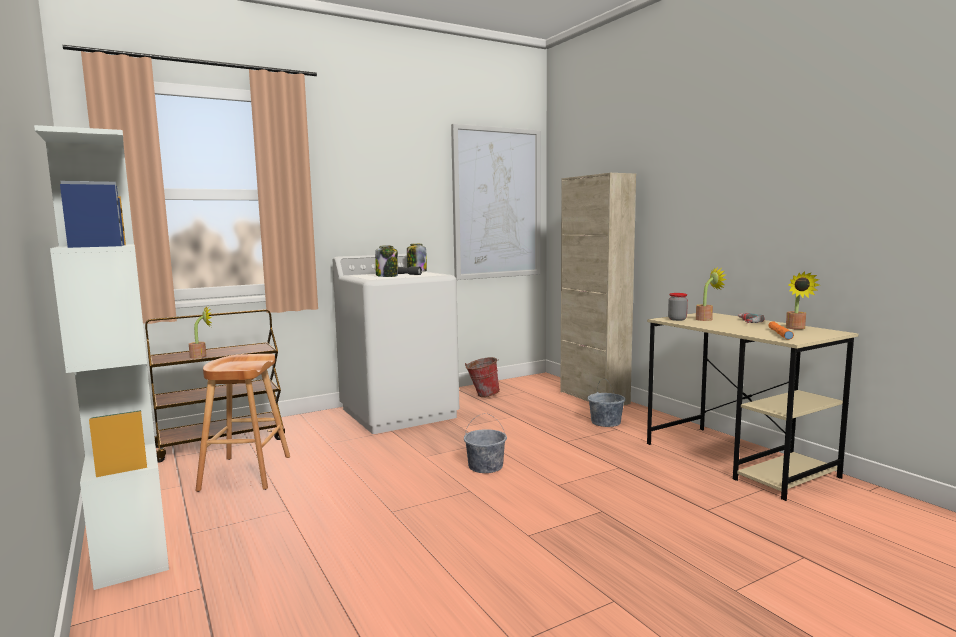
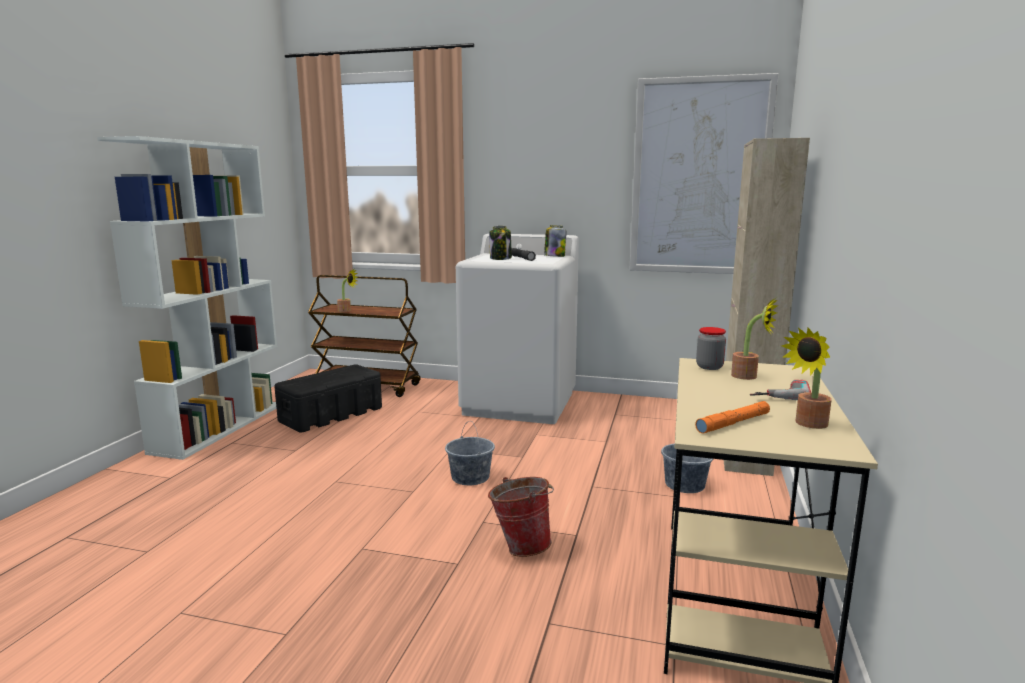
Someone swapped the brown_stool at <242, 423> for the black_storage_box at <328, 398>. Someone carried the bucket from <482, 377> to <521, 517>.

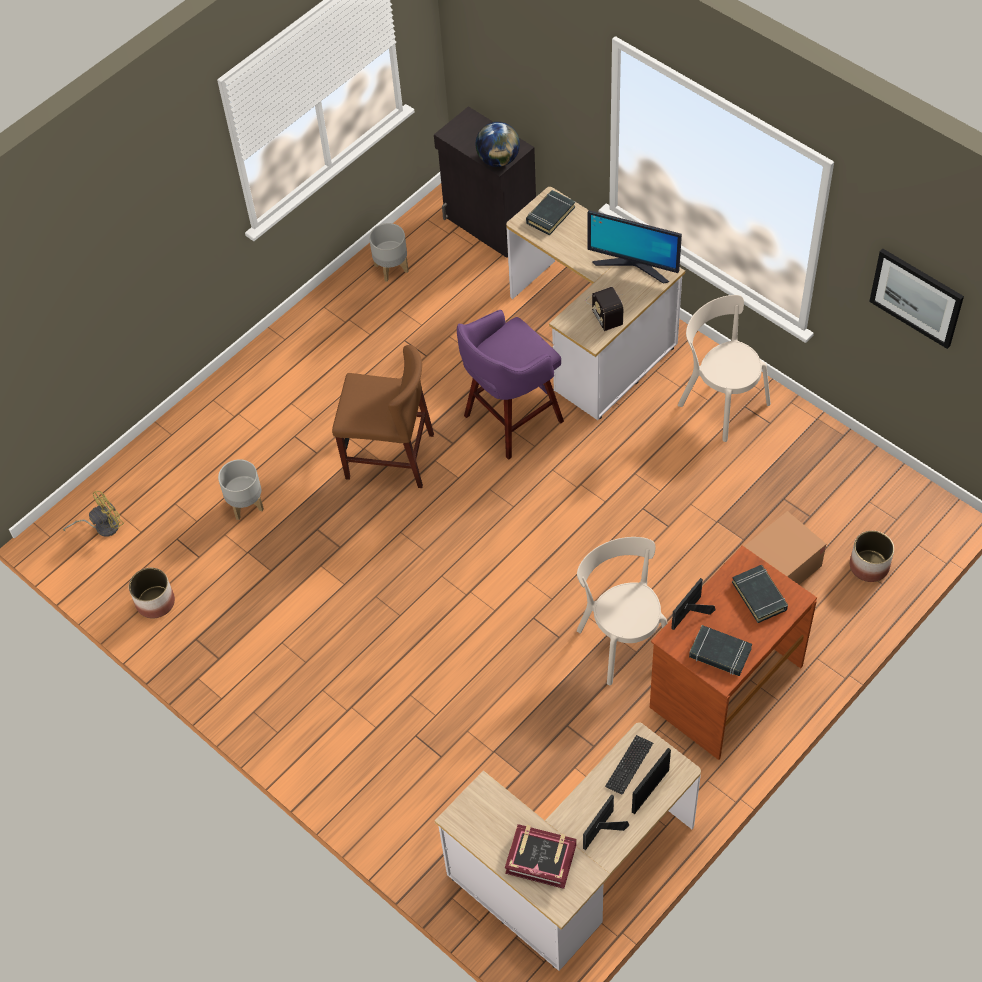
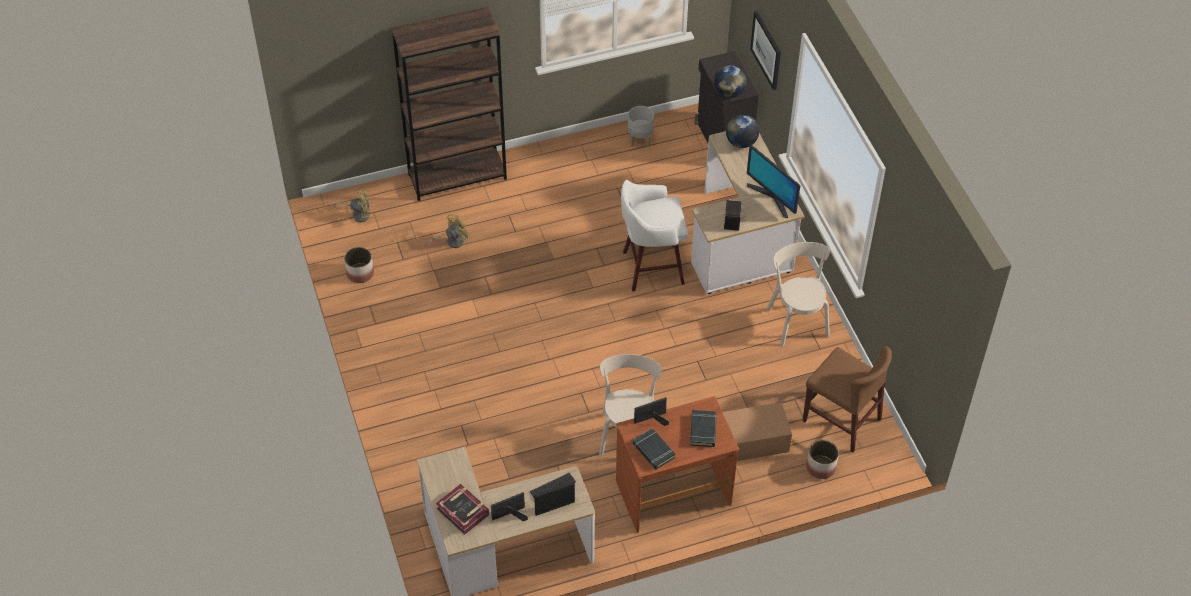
Someone swapped the grey_planter at <241, 489> for the yellow_fan at <448, 231>. Someone carried the brown_chair from <383, 416> to <847, 399>. Someone repainted the purple_stool at <510, 385>, which became the white_stool at <654, 235>. Someone swapped the black_book at <550, 212> for the globe at <742, 131>. Someone carried the picture from <916, 299> to <765, 50>. Someone put down the brown_bookcase at <449, 104>.

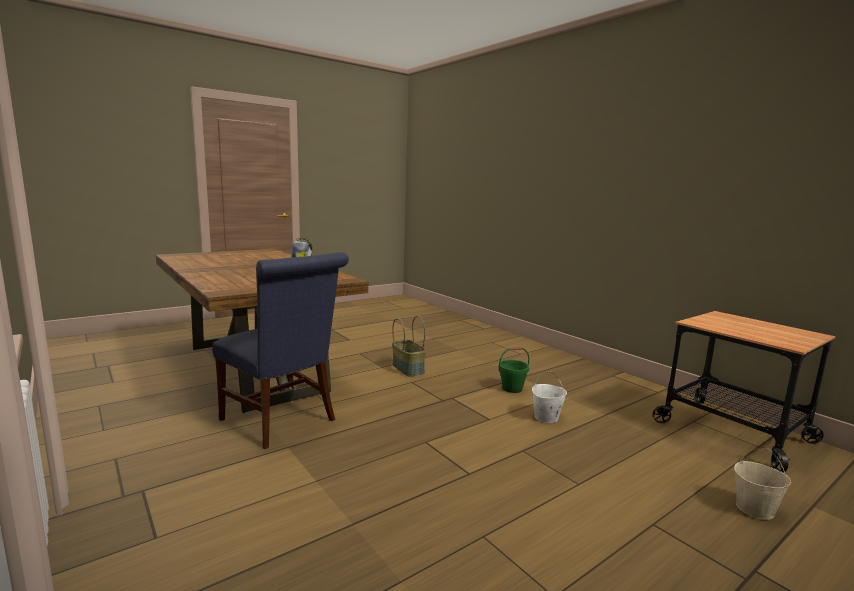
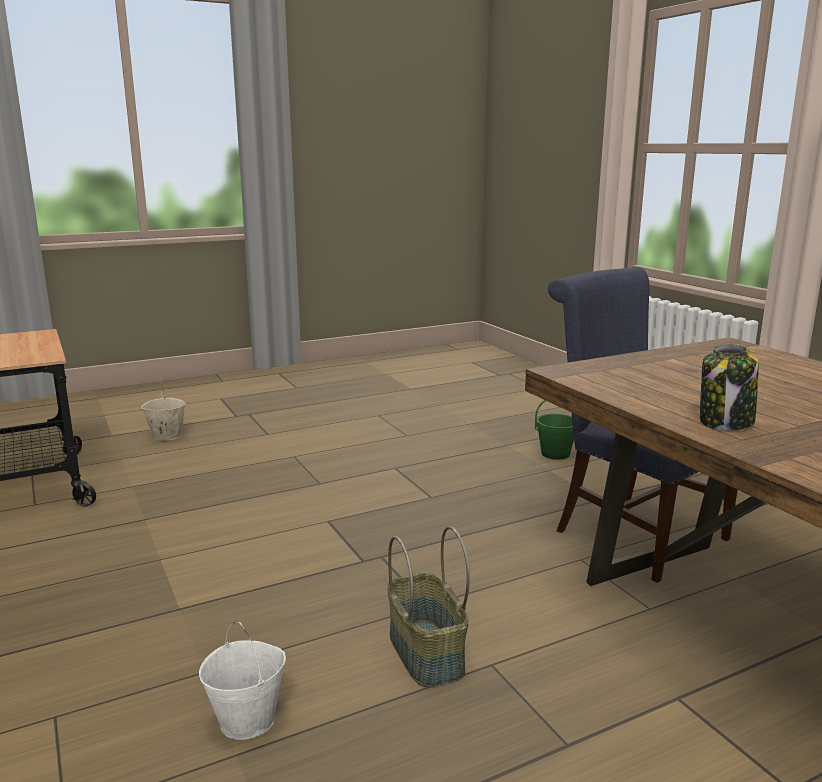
Someone carried the green_bucket from <514, 370> to <554, 430>. Someone carried the white_bucket from <549, 397> to <242, 681>.

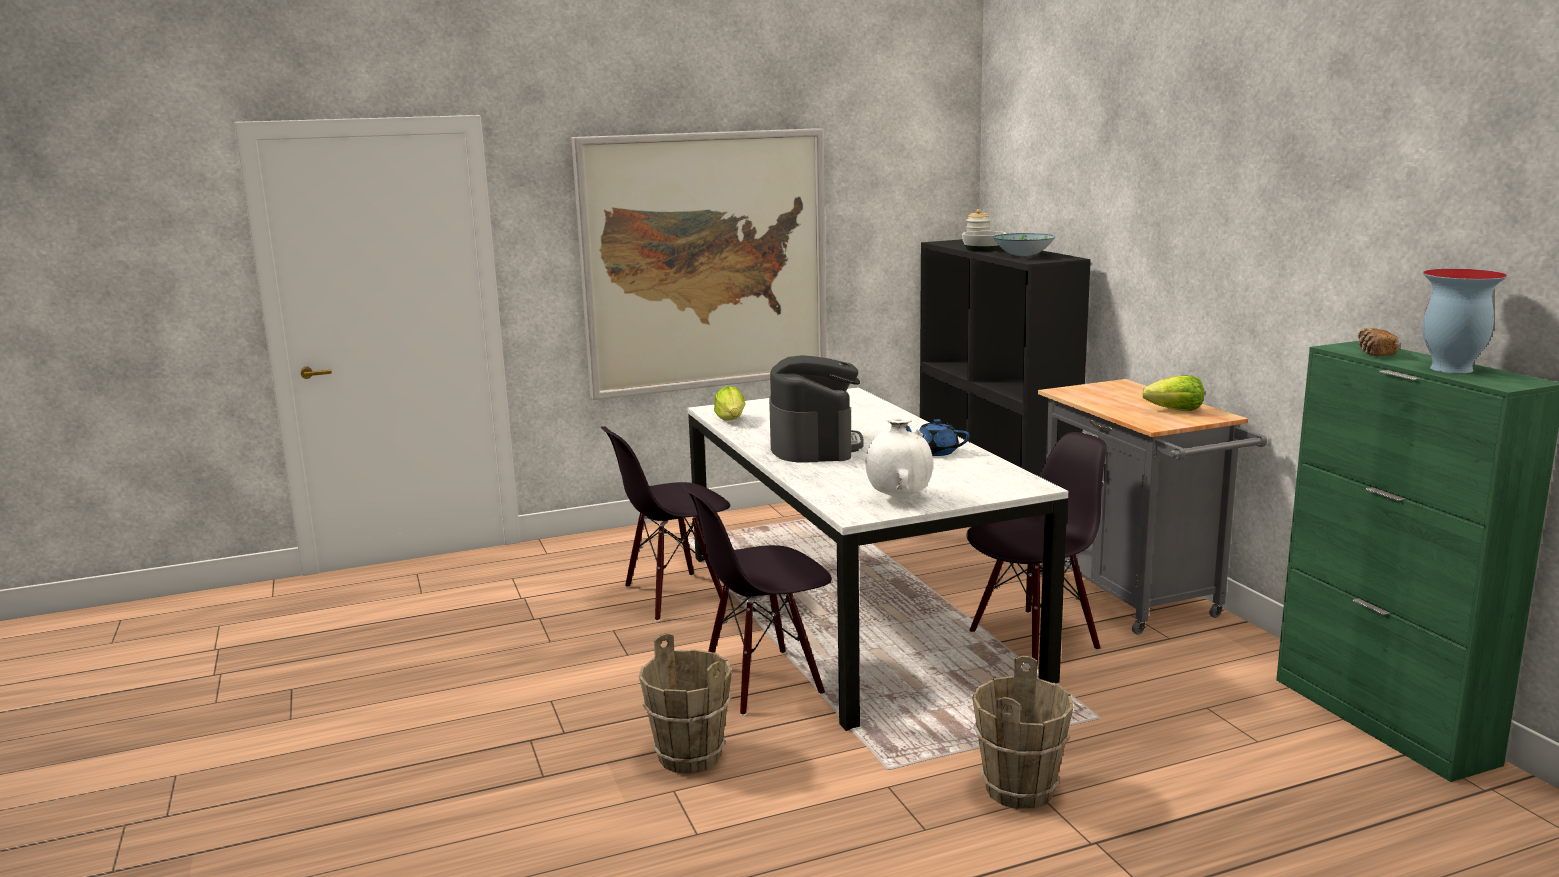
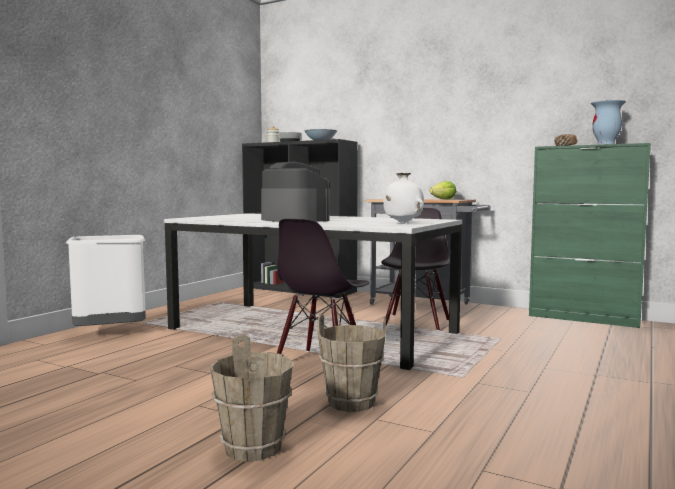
Someone took away the picture at <699, 264>. Someone took away the black_chair at <665, 523>. Someone took away the lettuce at <729, 403>. Someone took away the blue_teapot at <937, 437>. Someone carried the brown_bucket from <1023, 732> to <251, 398>. Someone put down the white_trash_can at <106, 280>.

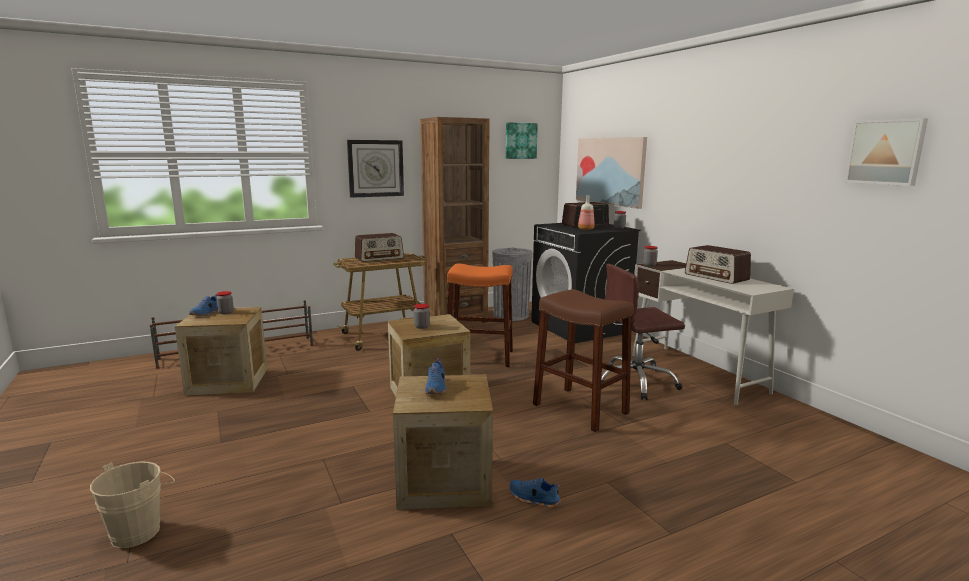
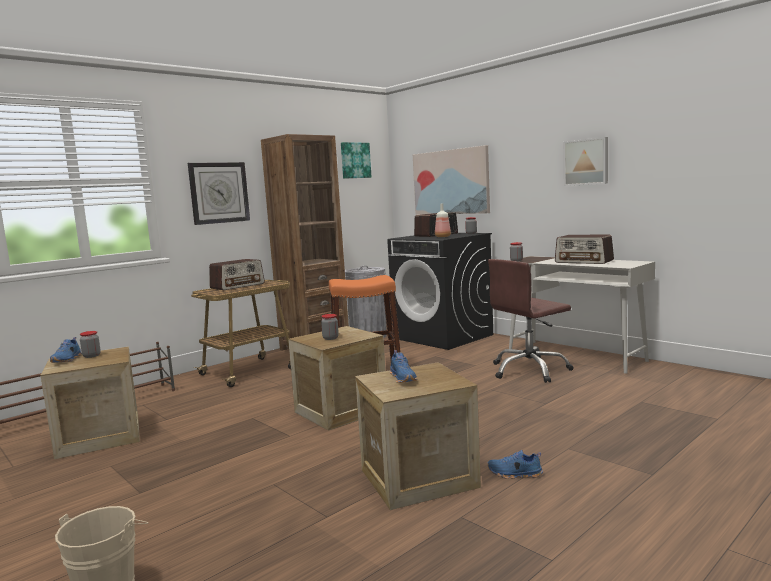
Someone took away the brown_stool at <583, 360>. Someone carried the picture from <886, 152> to <586, 161>.

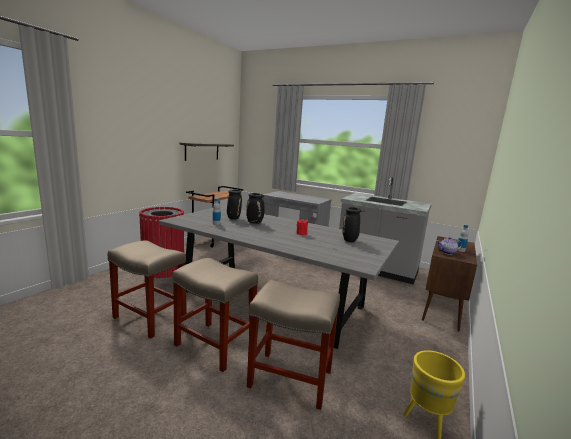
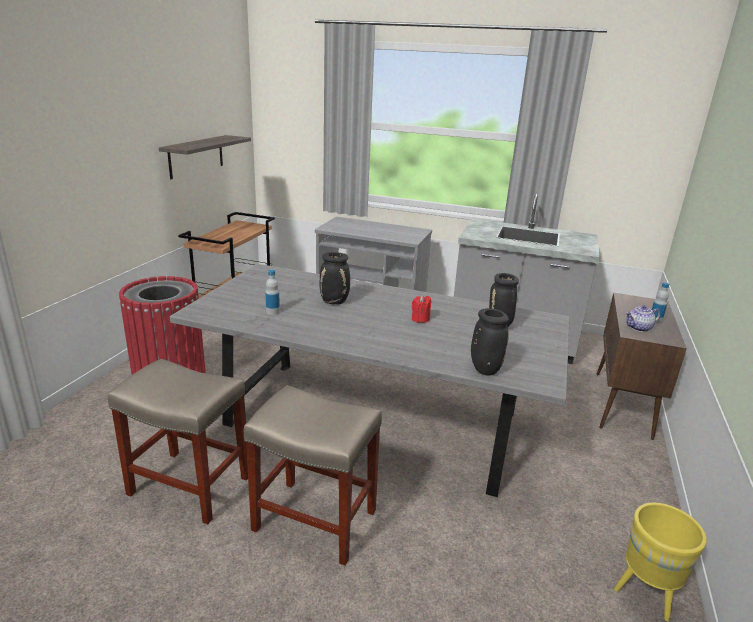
Someone carried the black_vase from <234, 204> to <490, 342>. Someone took away the beige_stool at <293, 345>.

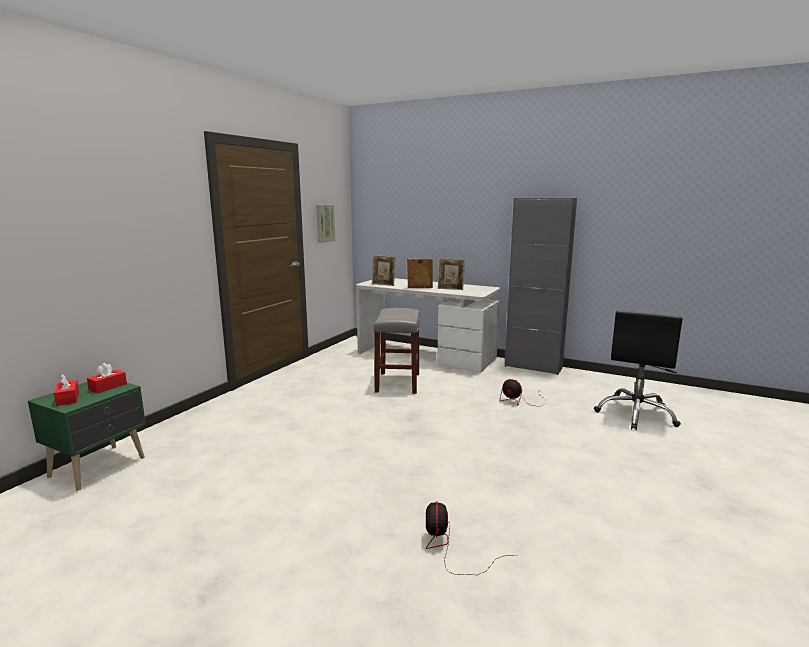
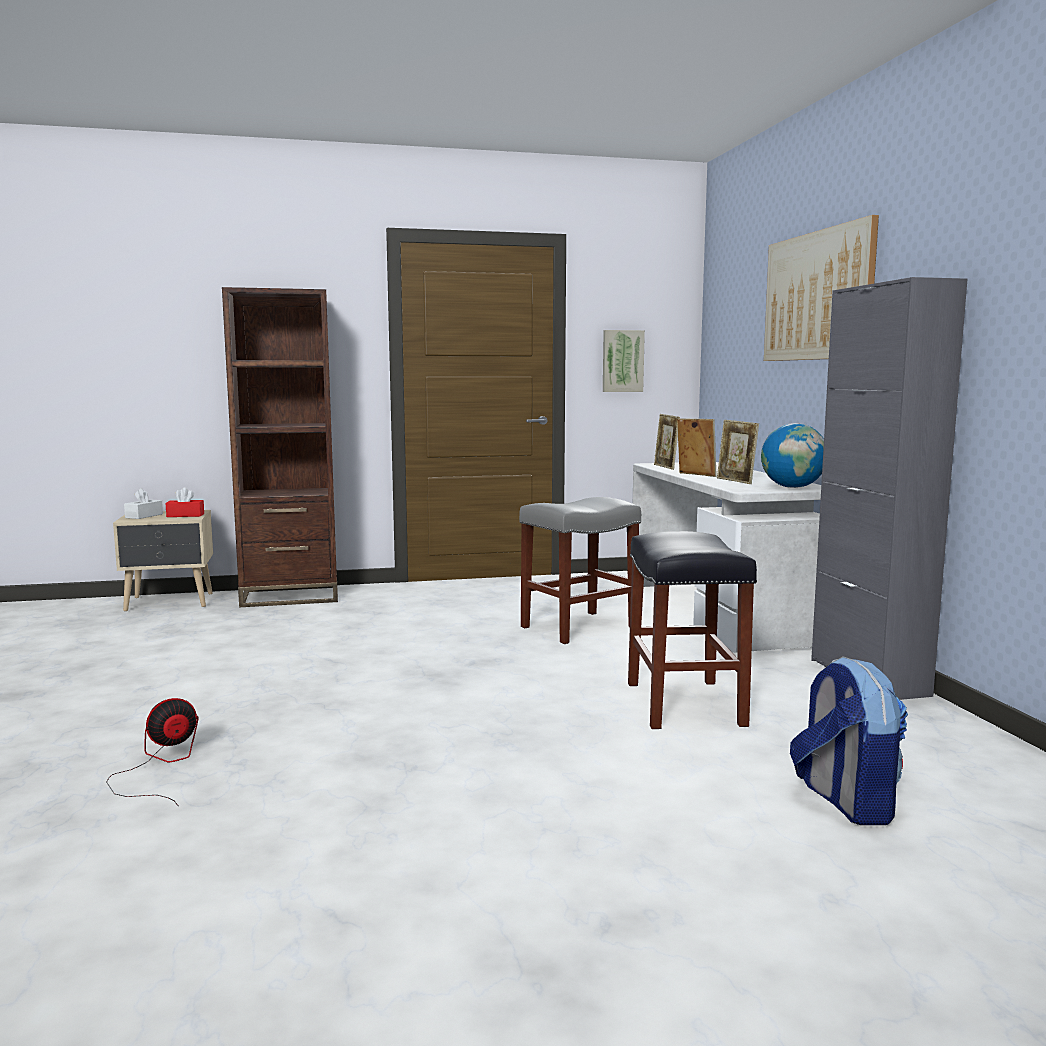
Someone repainted the green_nightstand at <87, 436>, which became the beige_nightstand at <163, 560>. Someone repainted the red_tissue_box at <66, 390>, which became the white_tissue_box at <143, 503>. Someone swapped the fan at <523, 392> for the black_stool at <692, 630>. Someone swapped the black_office_chair at <638, 370> for the backpack at <849, 740>. Someone put down the brown_bookcase at <280, 447>. Someone put down the globe at <792, 455>. Someone put up the picture at <821, 288>.

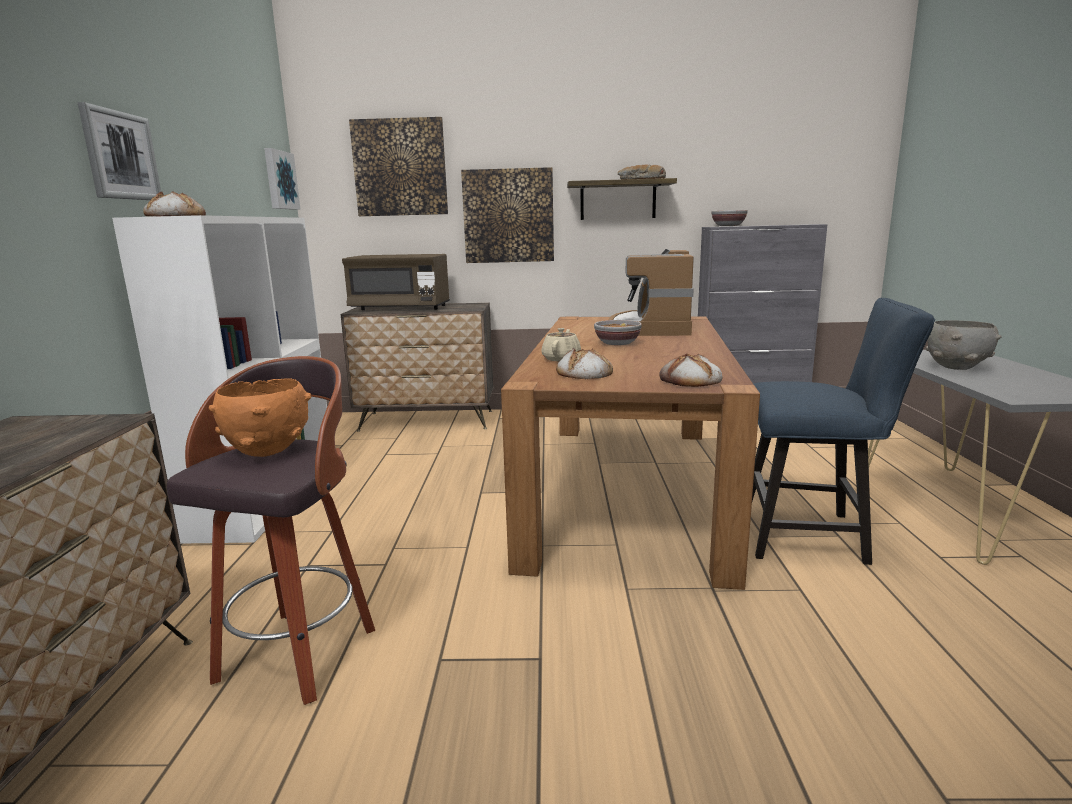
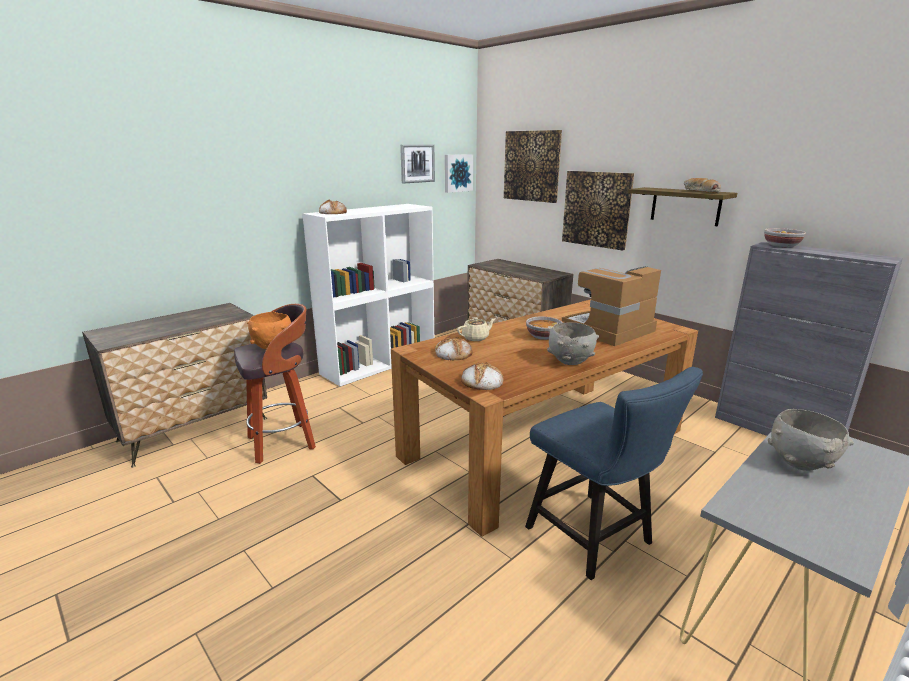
Someone carried the picture from <119, 151> to <417, 164>. Someone took away the brown_microwave at <396, 282>. Someone put down the grey_bowl at <573, 344>.

